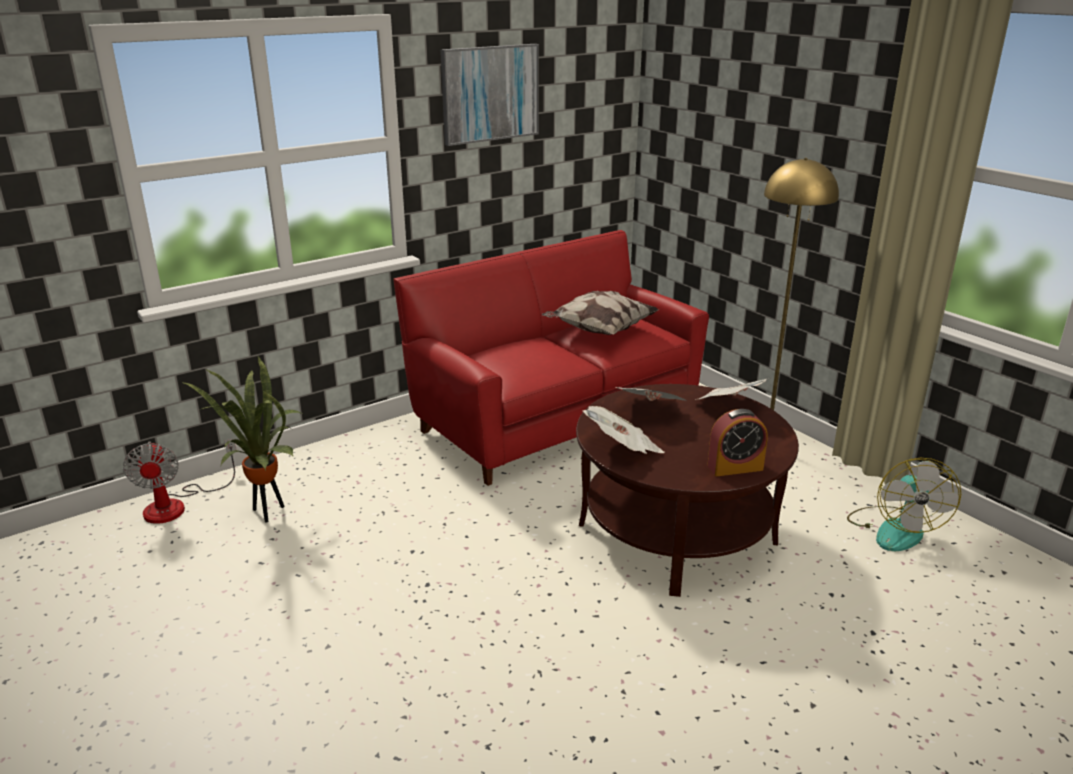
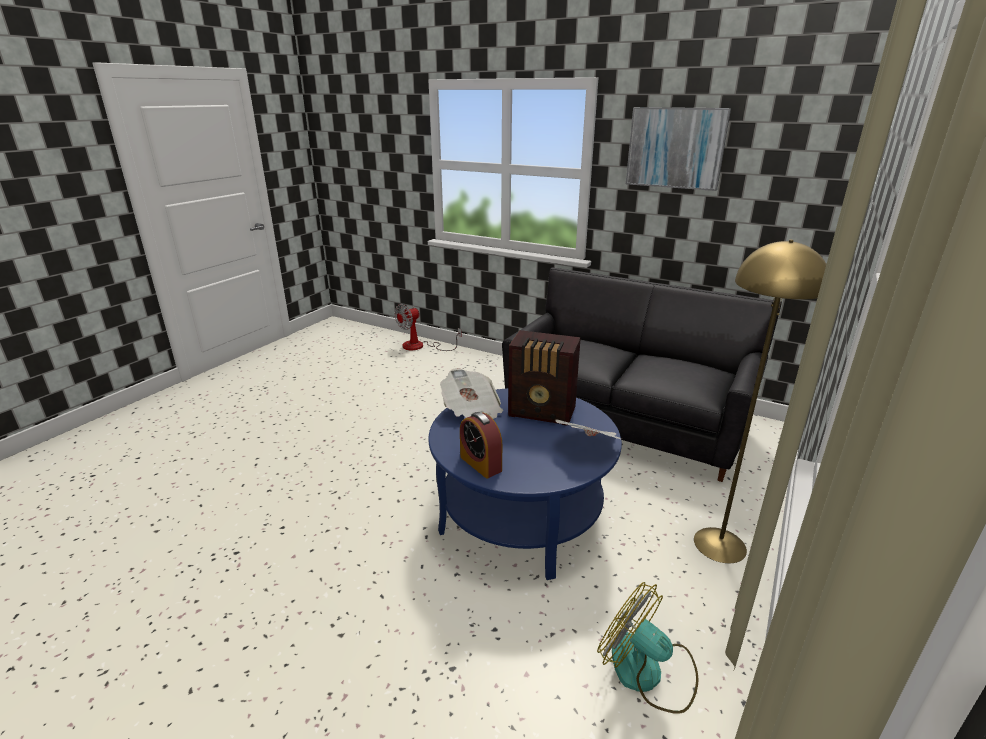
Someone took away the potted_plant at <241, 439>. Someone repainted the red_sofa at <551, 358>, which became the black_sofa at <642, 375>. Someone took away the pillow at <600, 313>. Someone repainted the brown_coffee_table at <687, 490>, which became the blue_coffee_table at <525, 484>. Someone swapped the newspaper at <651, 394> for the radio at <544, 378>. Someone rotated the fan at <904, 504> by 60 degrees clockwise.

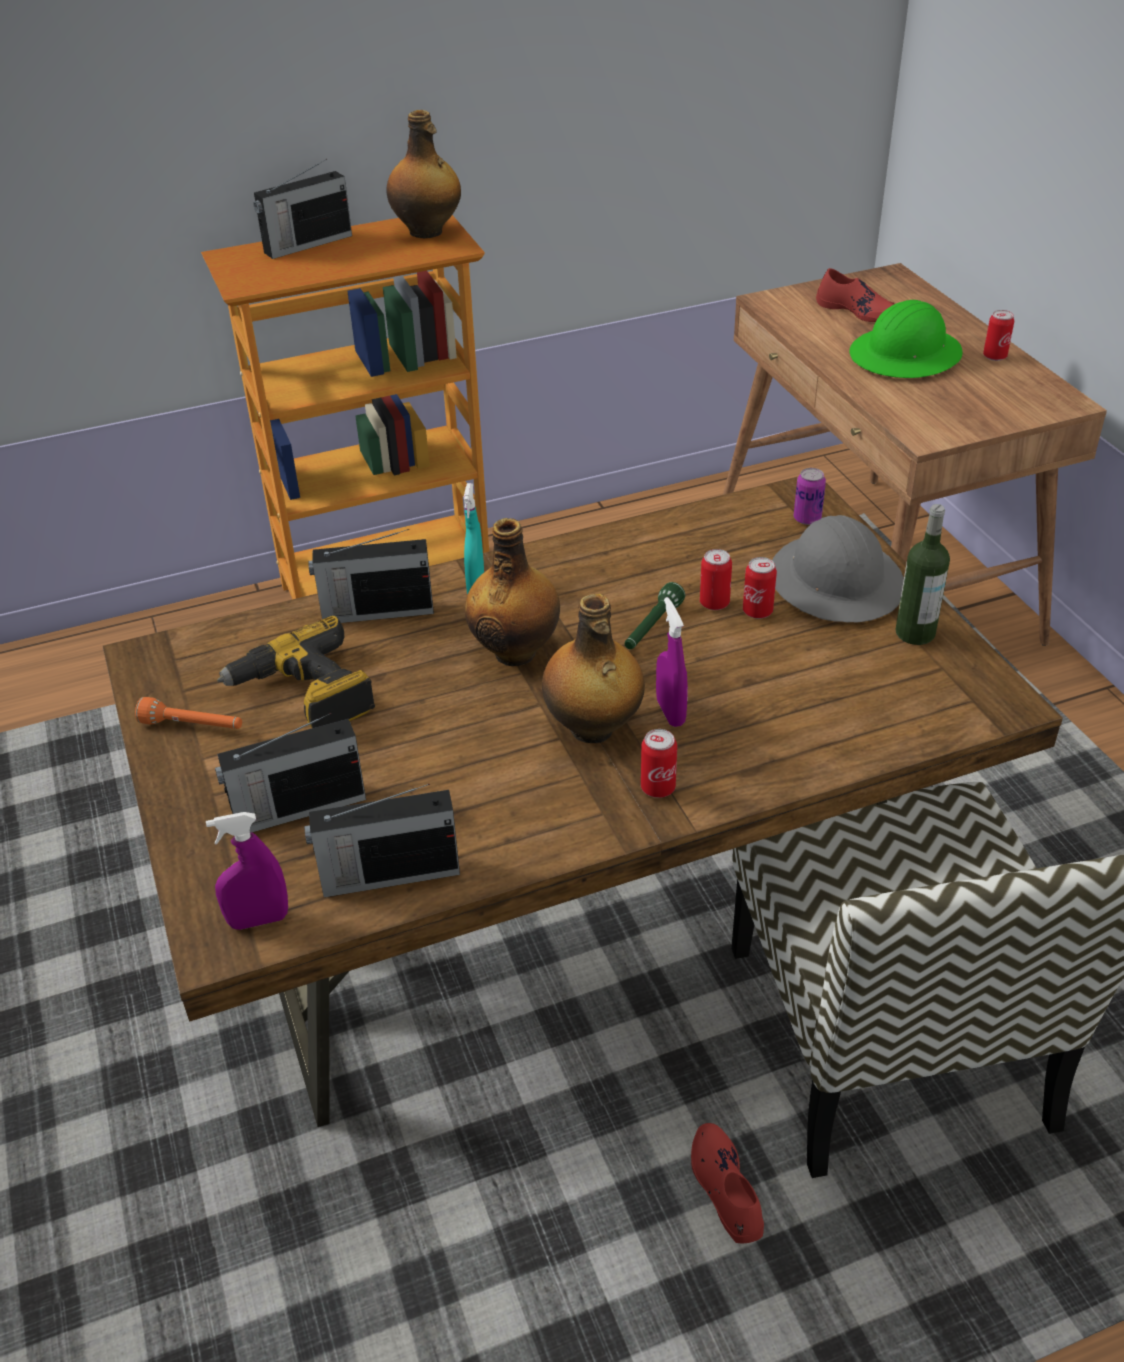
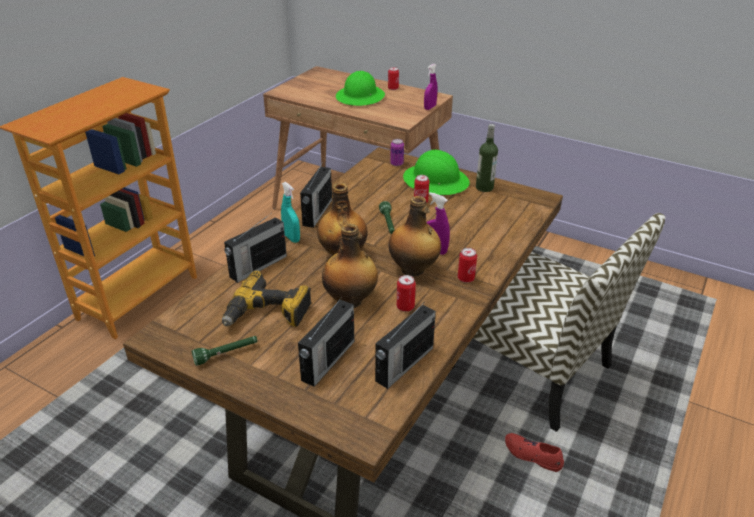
Someone repainted the orange_flashlight at <188, 713>, which became the green_flashlight at <225, 351>. Someone carried the purple_spray_bottle from <247, 871> to <431, 87>. Someone carried the radio from <302, 209> to <316, 196>. Someone carried the bottle from <424, 174> to <350, 266>. Someone carried the can from <716, 579> to <406, 293>. Someone repainted the grey_hard_hat at <838, 569>, which became the green_hard_hat at <436, 172>. Someone took away the red_shoe at <855, 295>.

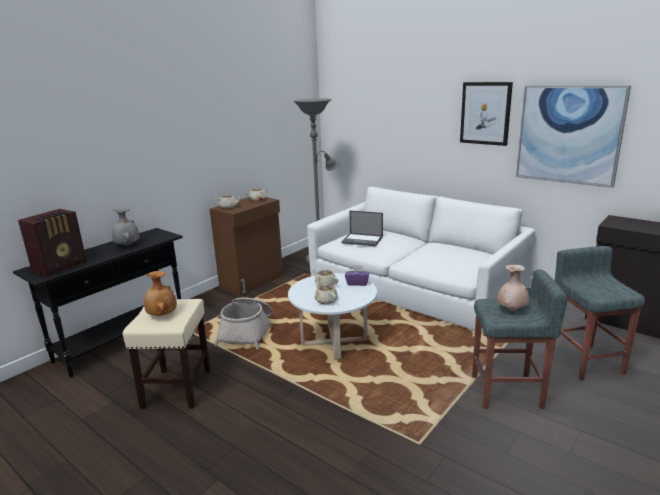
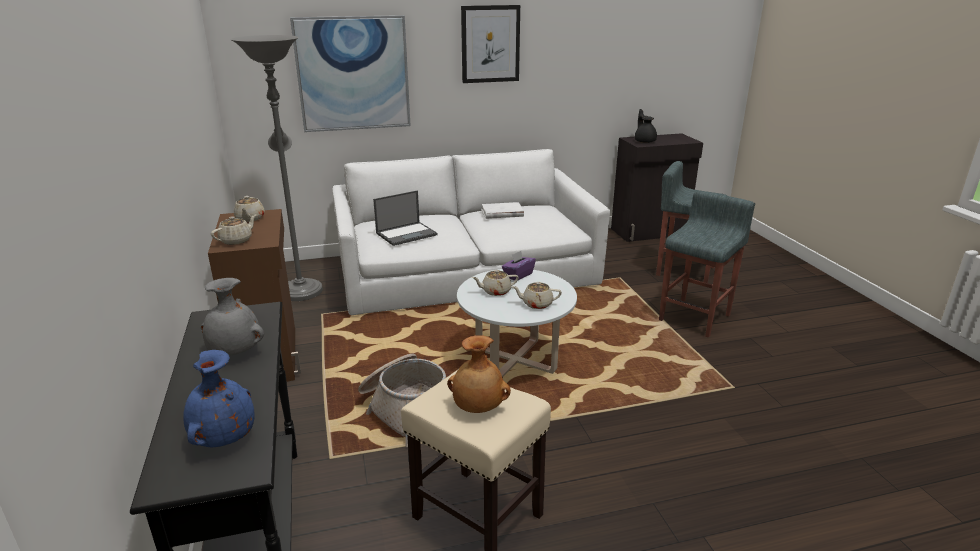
Someone swapped the radio at <52, 242> for the blue_vase at <219, 398>. Someone took away the beige_vase at <513, 288>. Someone carried the picture from <573, 136> to <350, 73>. Someone put down the white_book at <502, 210>. Someone put down the black_teapot at <646, 126>.

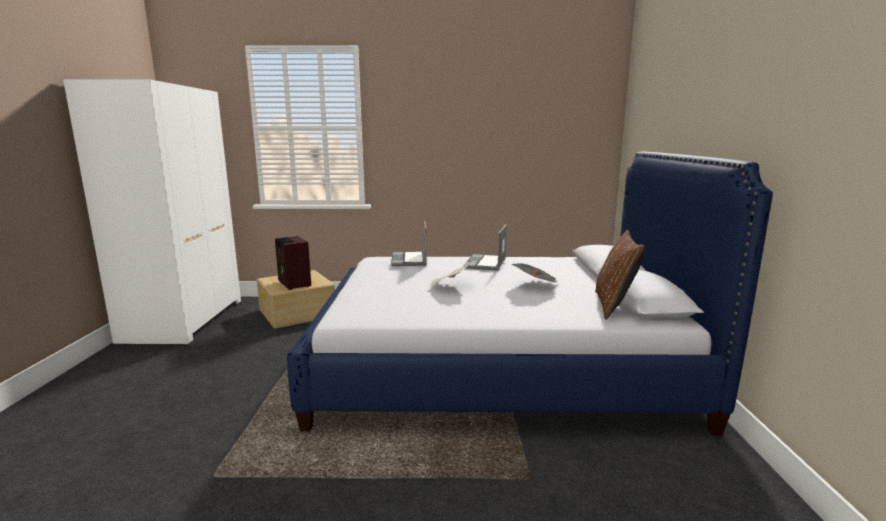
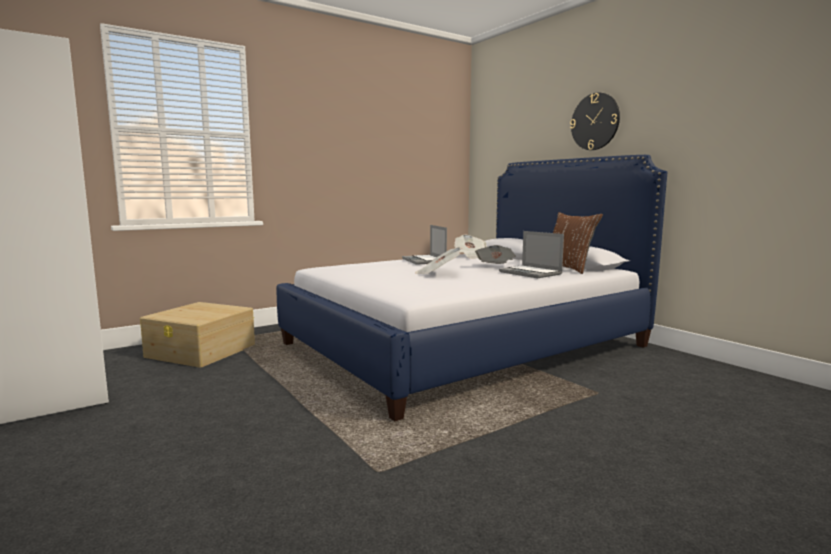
Someone took away the radio at <293, 263>. Someone carried the laptop from <409, 243> to <531, 254>. Someone put down the newspaper at <470, 247>. Someone put up the wall_clock at <595, 121>.

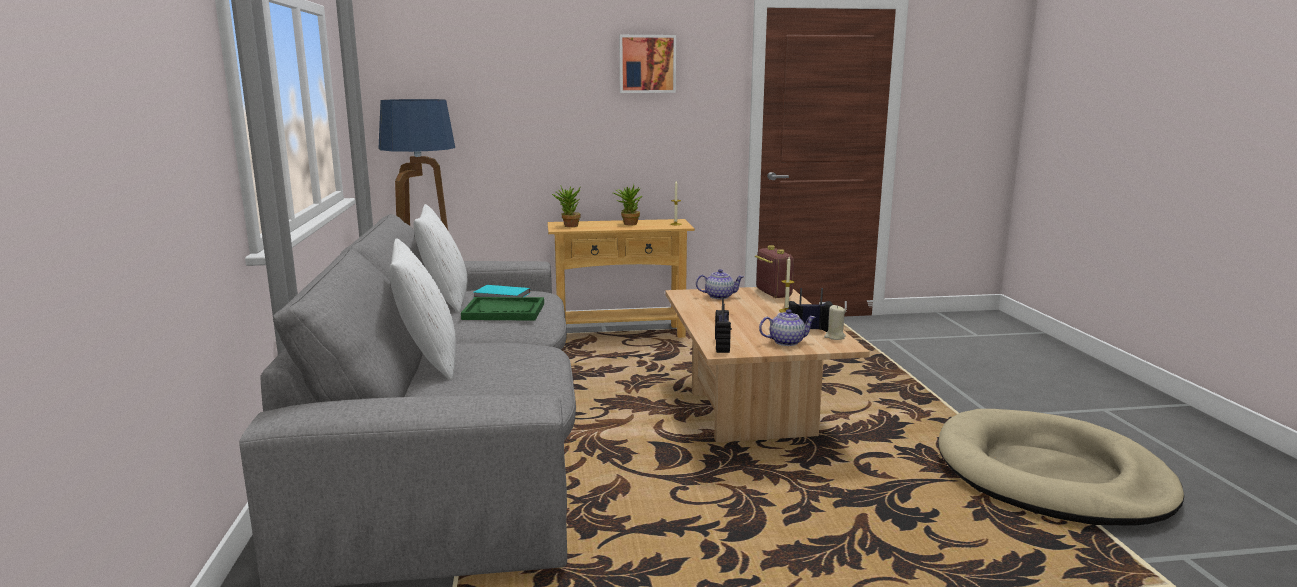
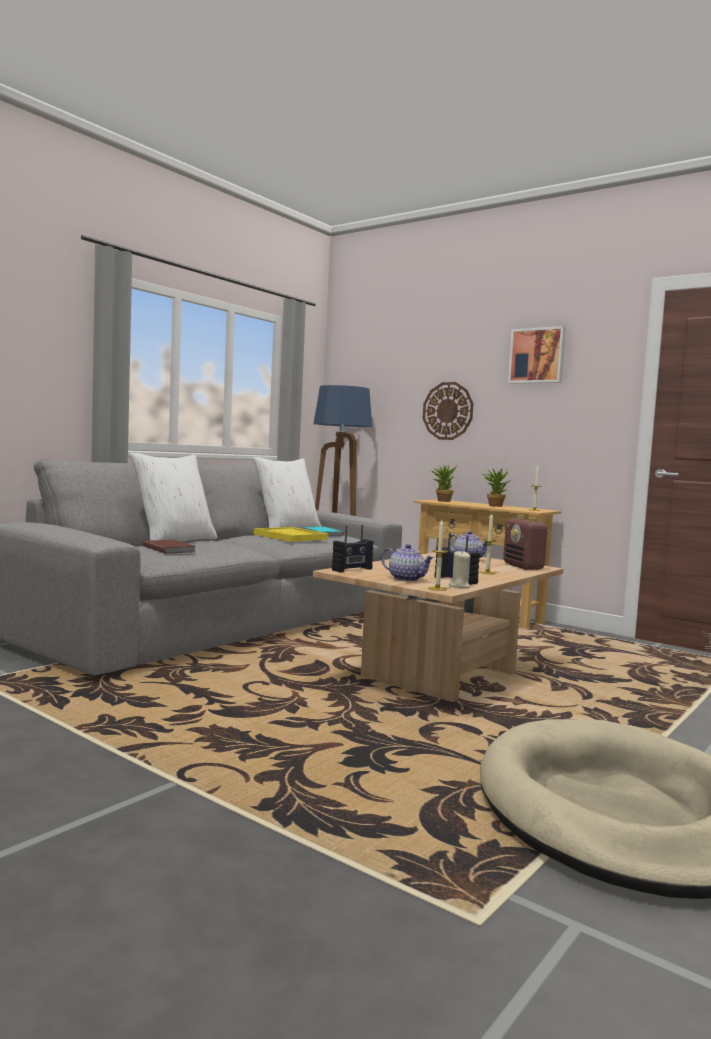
Someone repainted the green_tray at <502, 309>, which became the yellow_tray at <291, 534>. Someone rotated the radio at <774, 271> by 135 degrees clockwise. Someone put down the brown_book at <169, 547>. Someone put up the wall_clock at <448, 411>. Someone put down the candle at <438, 555>.

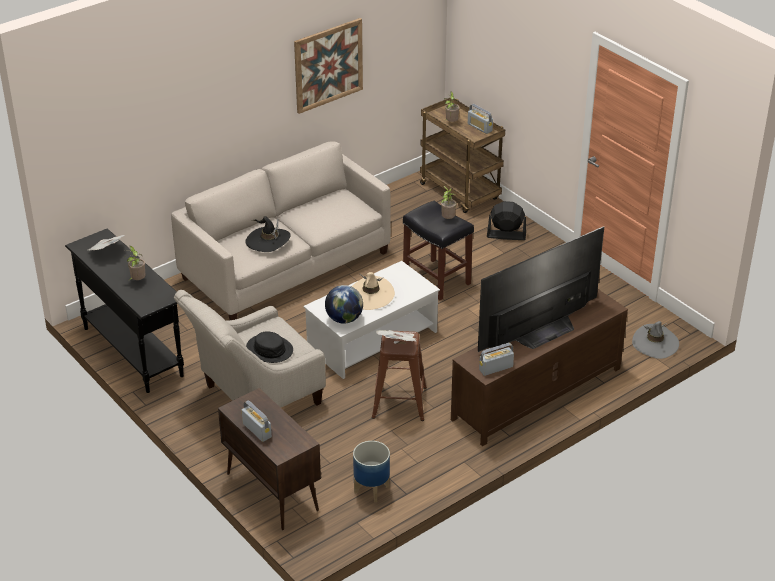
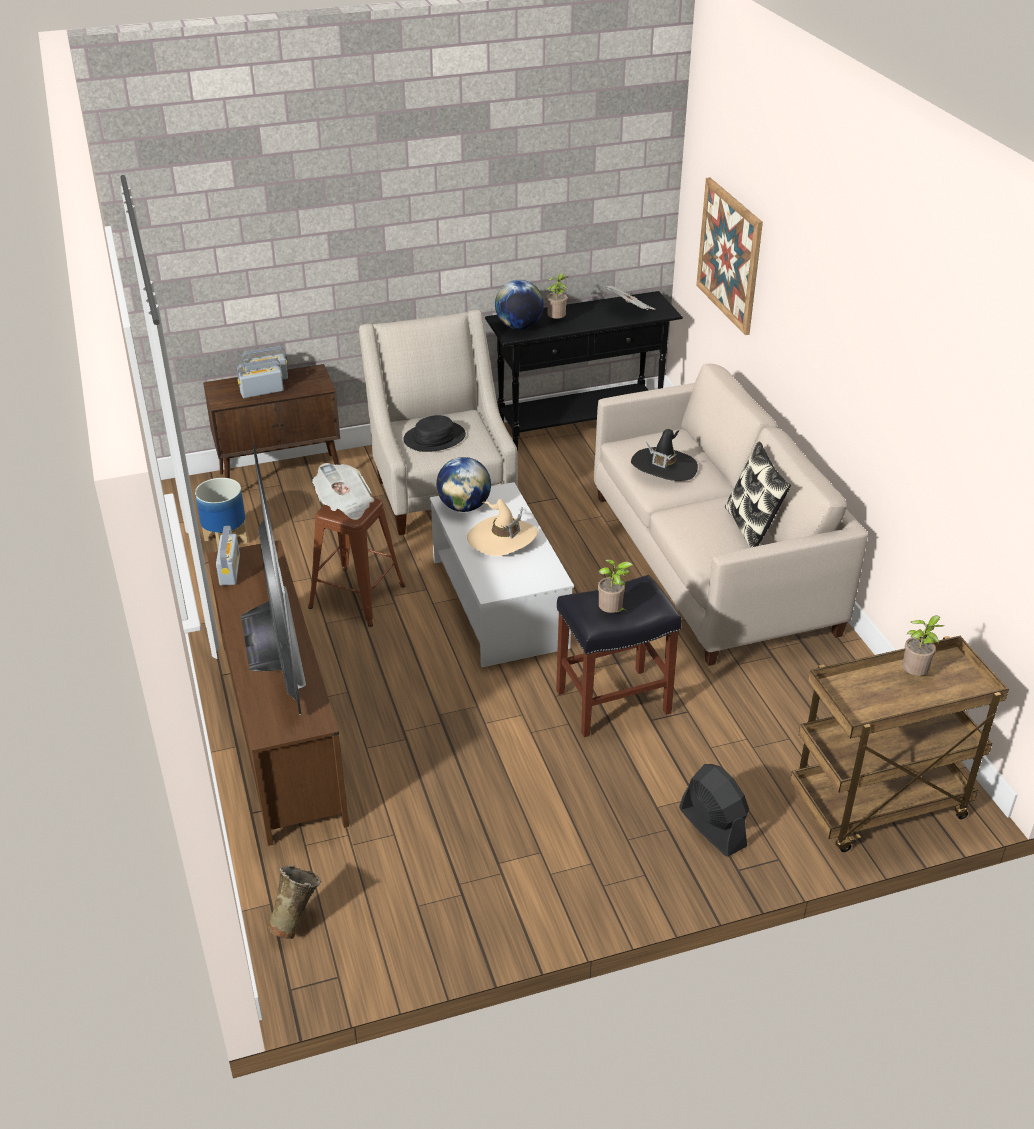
Someone carried the picture from <328, 66> to <729, 256>. Someone carried the radio from <480, 119> to <260, 378>. Someone rotated the black_fan at <506, 220> by 60 degrees counterclockwise. Someone swapped the grey_hat at <655, 340> for the beige_vase at <294, 902>. Someone put down the globe at <519, 304>. Someone put down the pillow at <758, 494>.

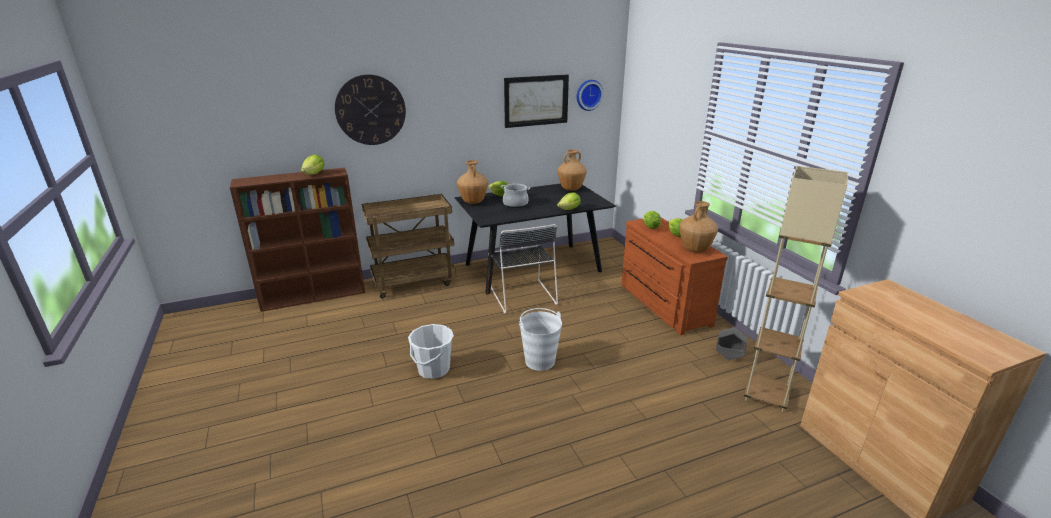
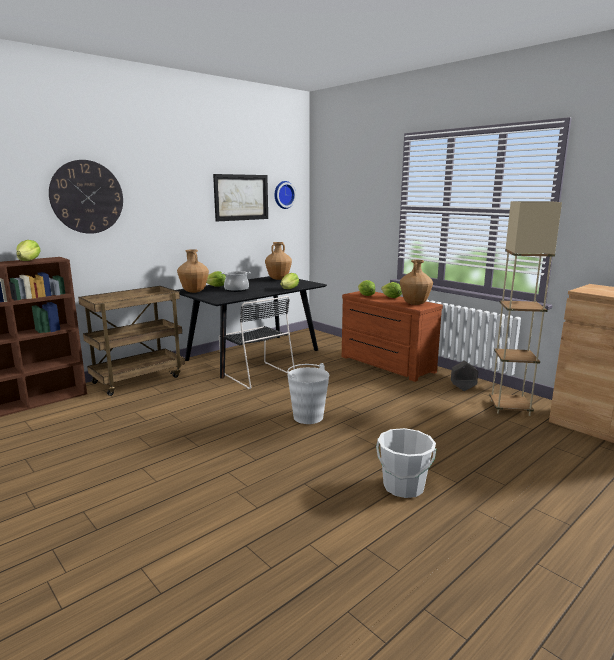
Someone carried the white_bucket from <431, 351> to <406, 463>.

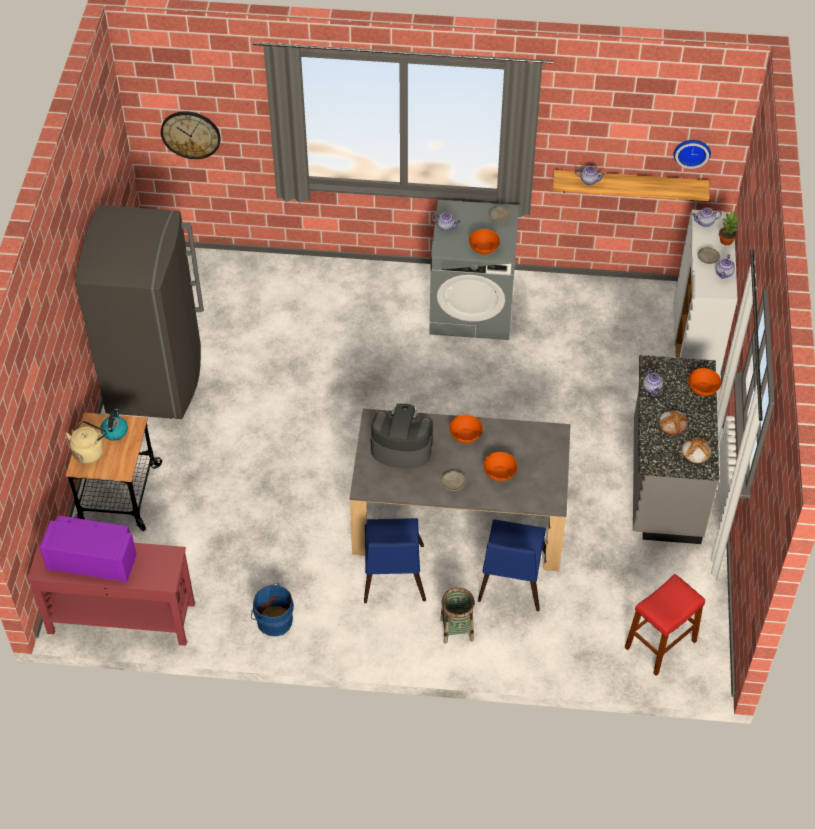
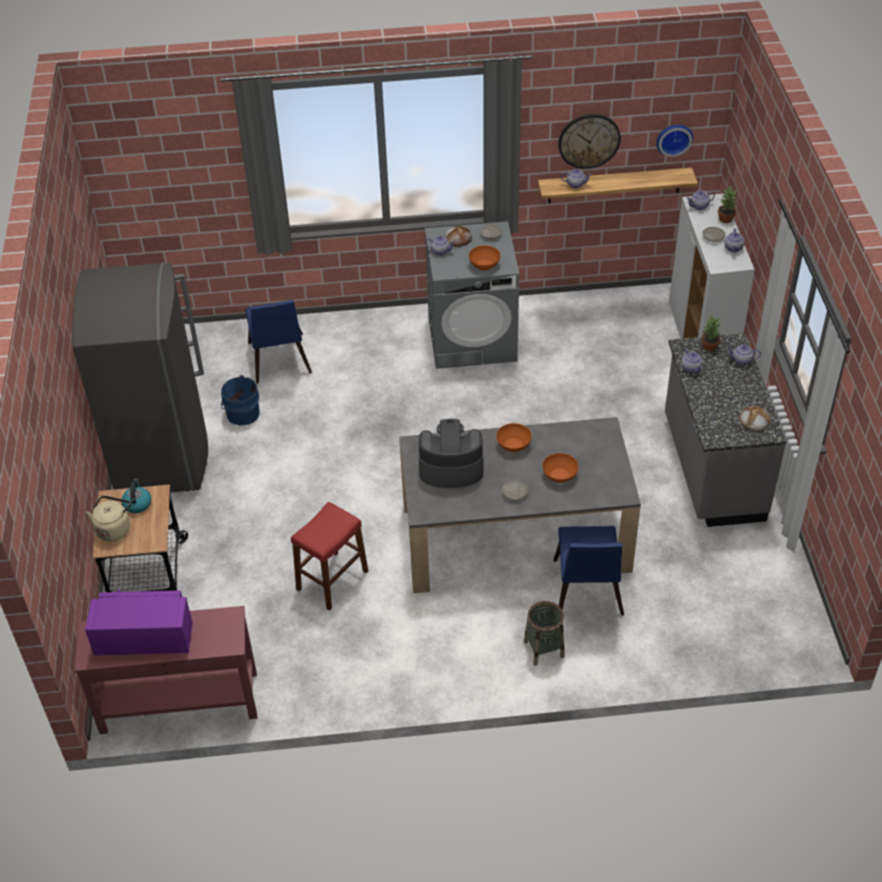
Someone carried the wall_clock from <190, 135> to <589, 141>. Someone carried the blue_bucket from <272, 609> to <240, 400>. Someone carried the blue_chair from <395, 560> to <278, 342>. Someone carried the red_stool from <665, 625> to <330, 556>. Someone carried the bread from <673, 422> to <458, 236>. Someone swapped the orange_bowl at <704, 382> for the teapot at <744, 354>. Someone put down the potted_plant at <711, 333>.

